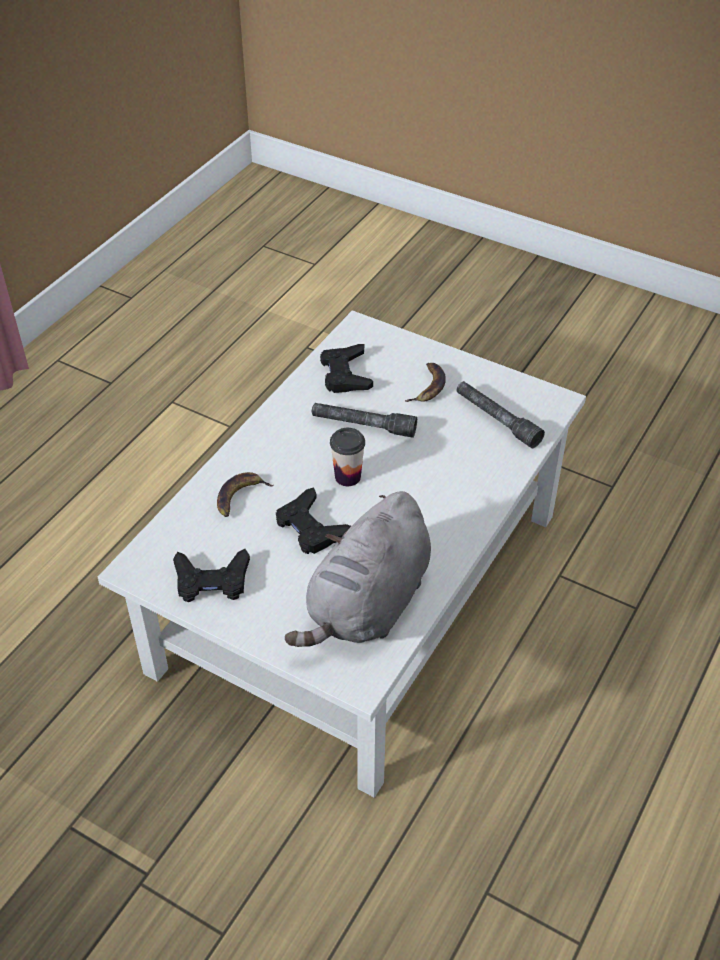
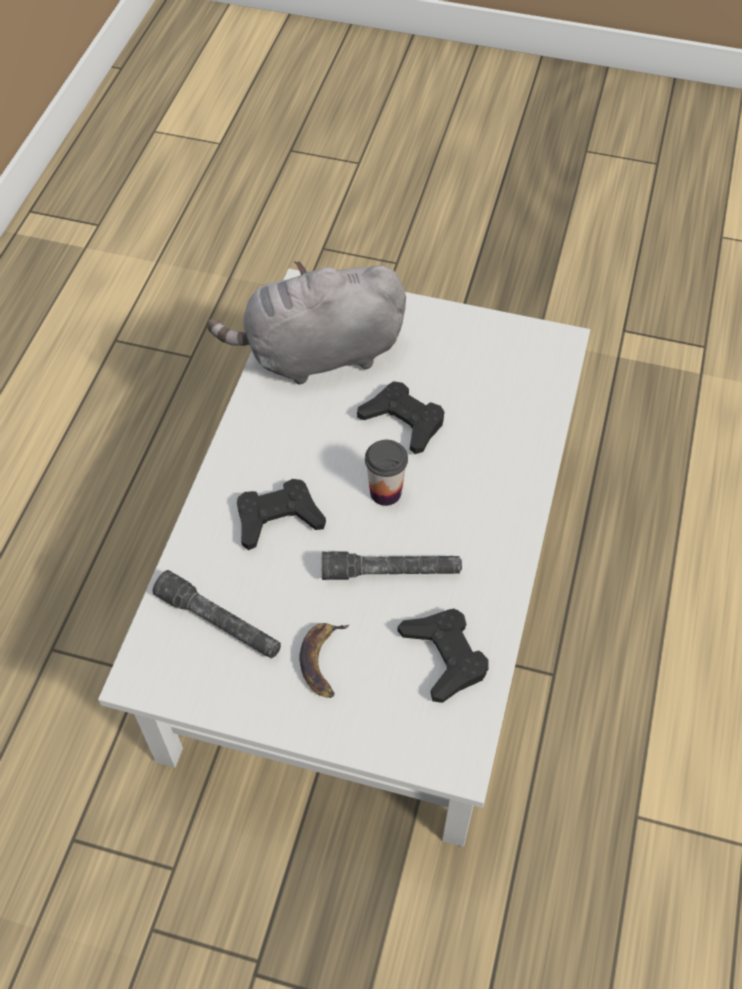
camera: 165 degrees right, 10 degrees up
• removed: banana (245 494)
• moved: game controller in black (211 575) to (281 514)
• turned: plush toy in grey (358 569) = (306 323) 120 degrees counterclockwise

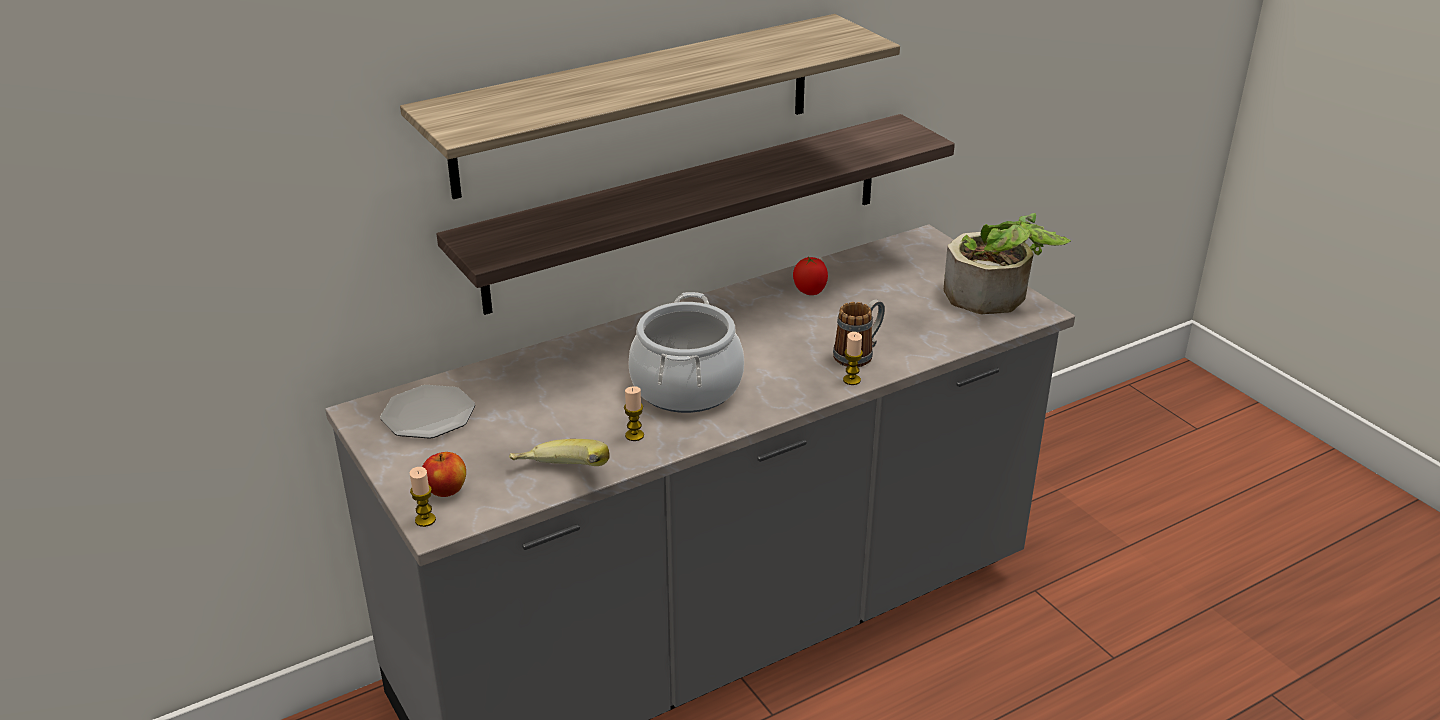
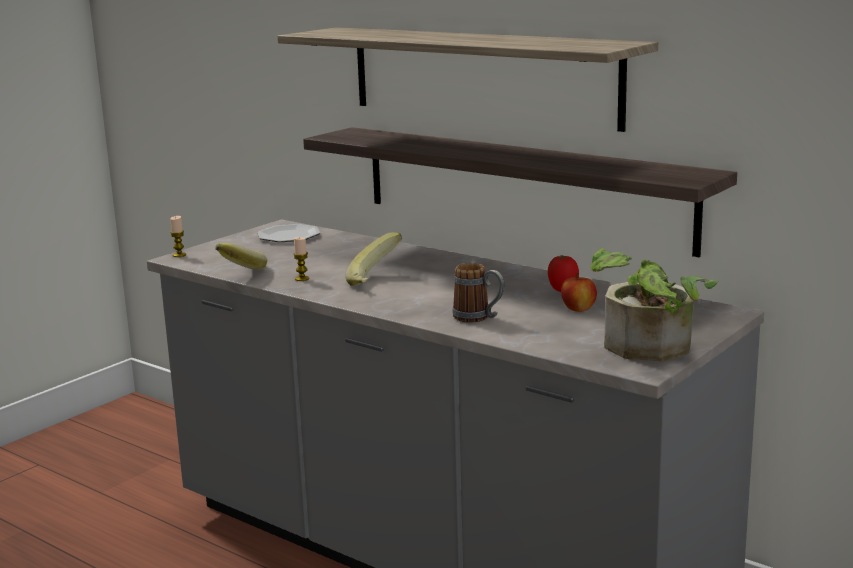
camera: 70 degrees right, 15 degrees down
• removed: candle (853 358)
• moved: apple (444 474) to (579 292)
• replaced: cooking pot (686 352) to banana (374 259)

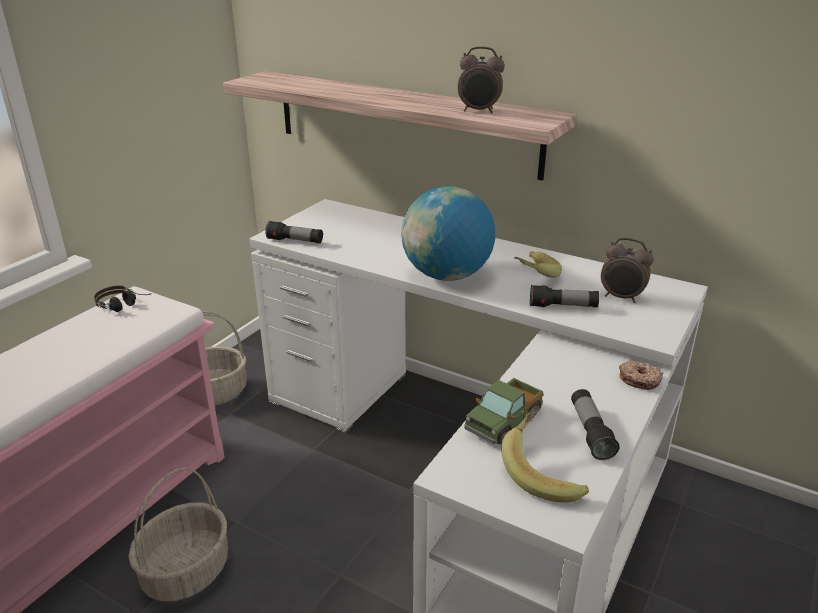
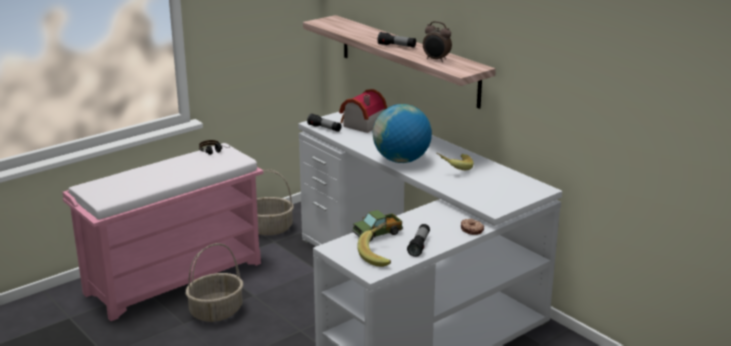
camera: 20 degrees right, 5 degrees down
• removed: alarm clock (627 270)
• added: toy house (363 111)
• moved: flashlight (564 296) to (396 40)

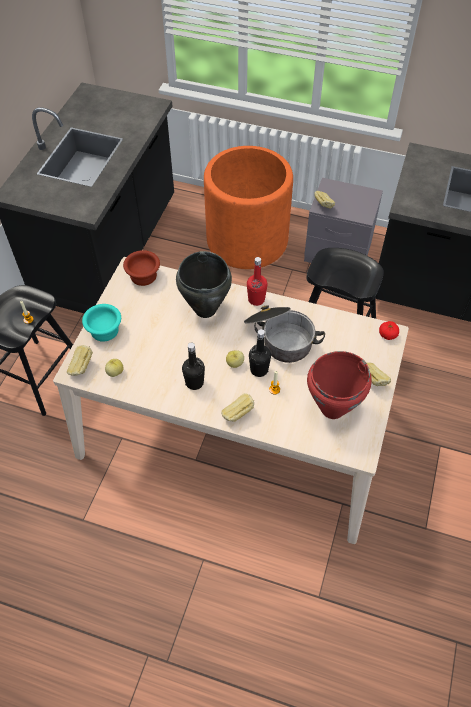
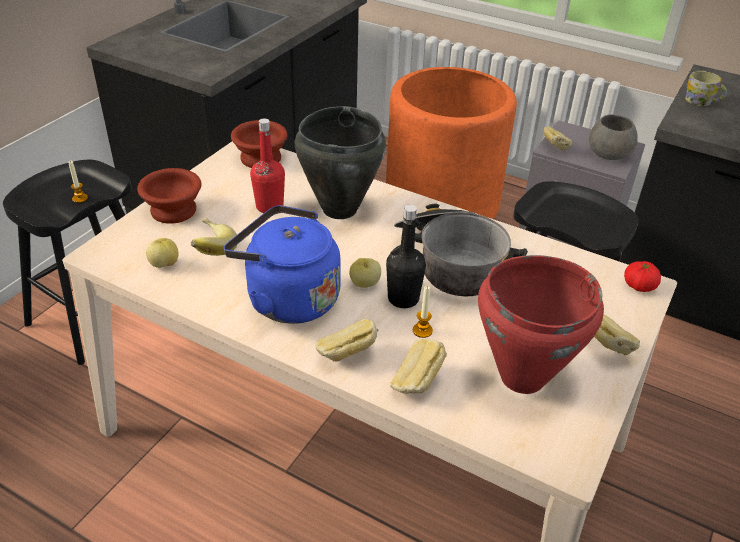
camera: 10 degrees right, 15 degrees down
• added: banana (214 237)
• added: bowl in grey (613 137)
• added: mug (706 88)
• moved: bread (80 360) to (418 367)
• moved: bottle in red (257 281) to (267 166)
• replaced: bottle in black (193 366) to kettle in blue (282 264)
• recoloured: bowl in turquoise (101 323) to bowl in brown (169 196)

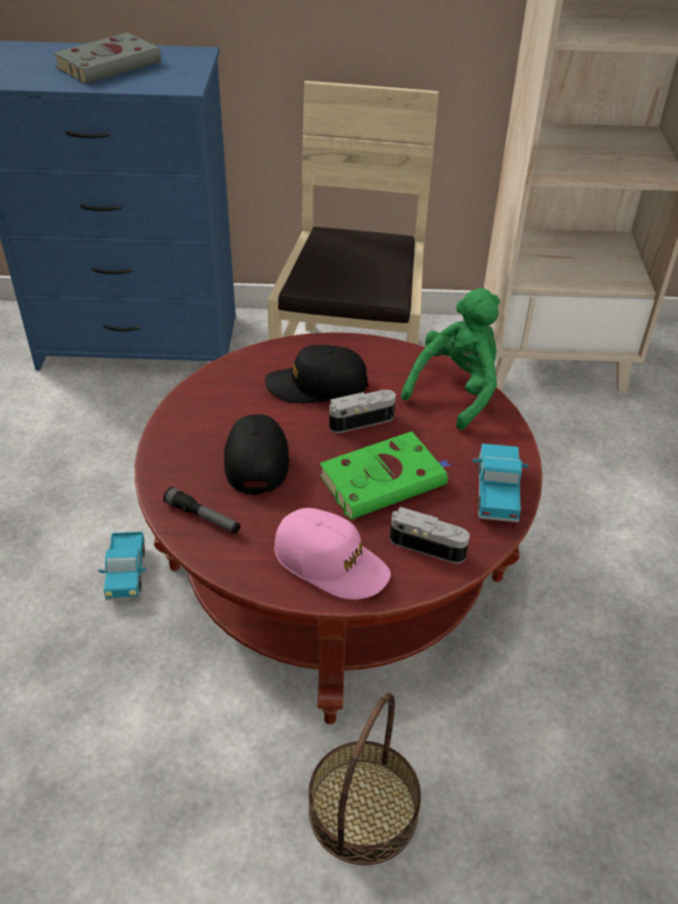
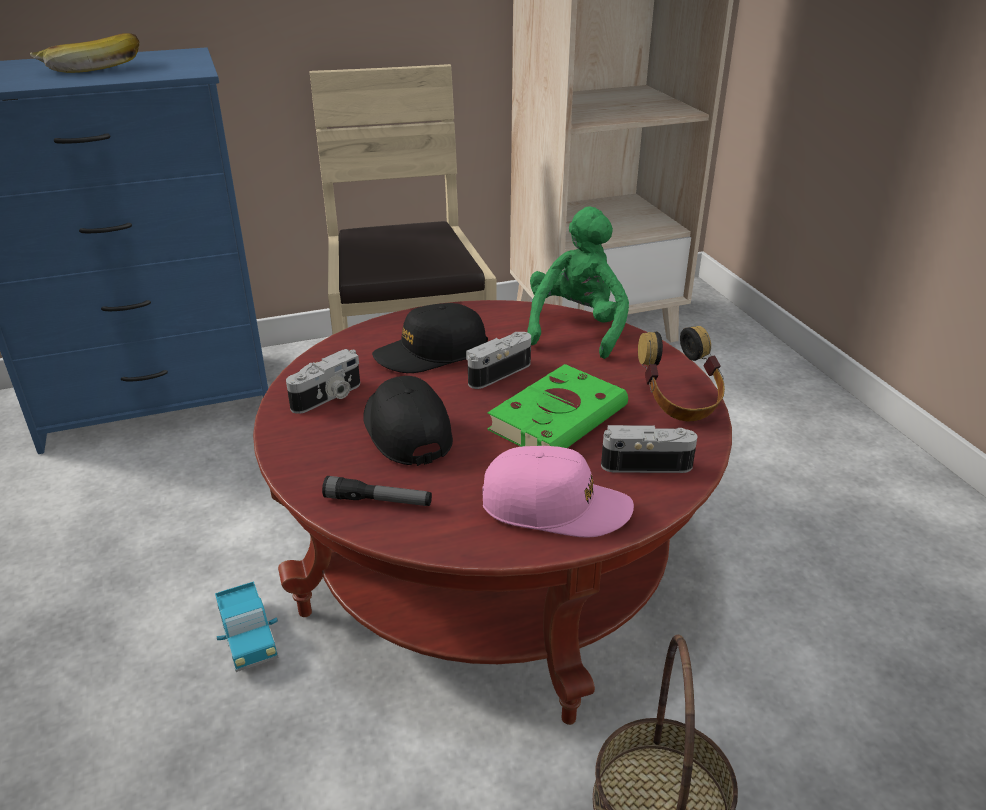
camera: 20 degrees left, 10 degrees down
• added: photo camera (323 381)
• replaced: book in grey (109 58) to banana (84 53)
• replaced: toy truck (501 483) to headphones (681 373)

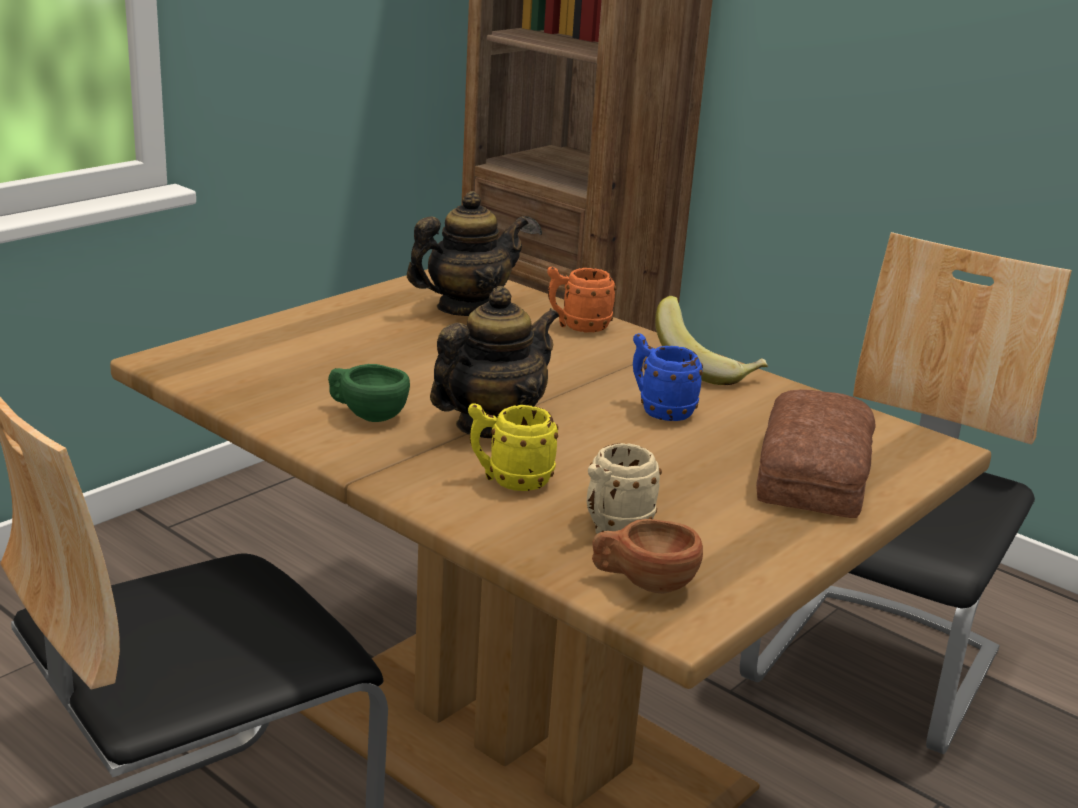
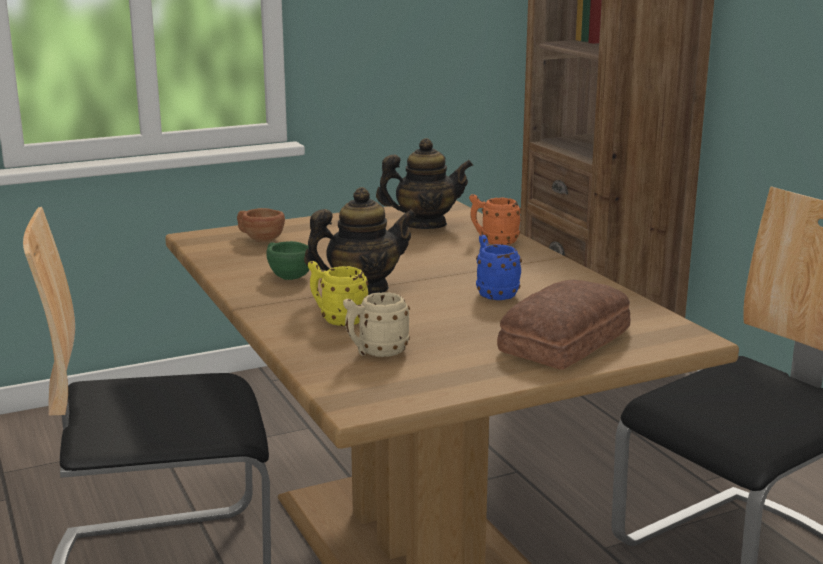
camera: 25 degrees right, 5 degrees down
• removed: banana (711 340)
• moved: cup in brown (647 556) to (261 225)

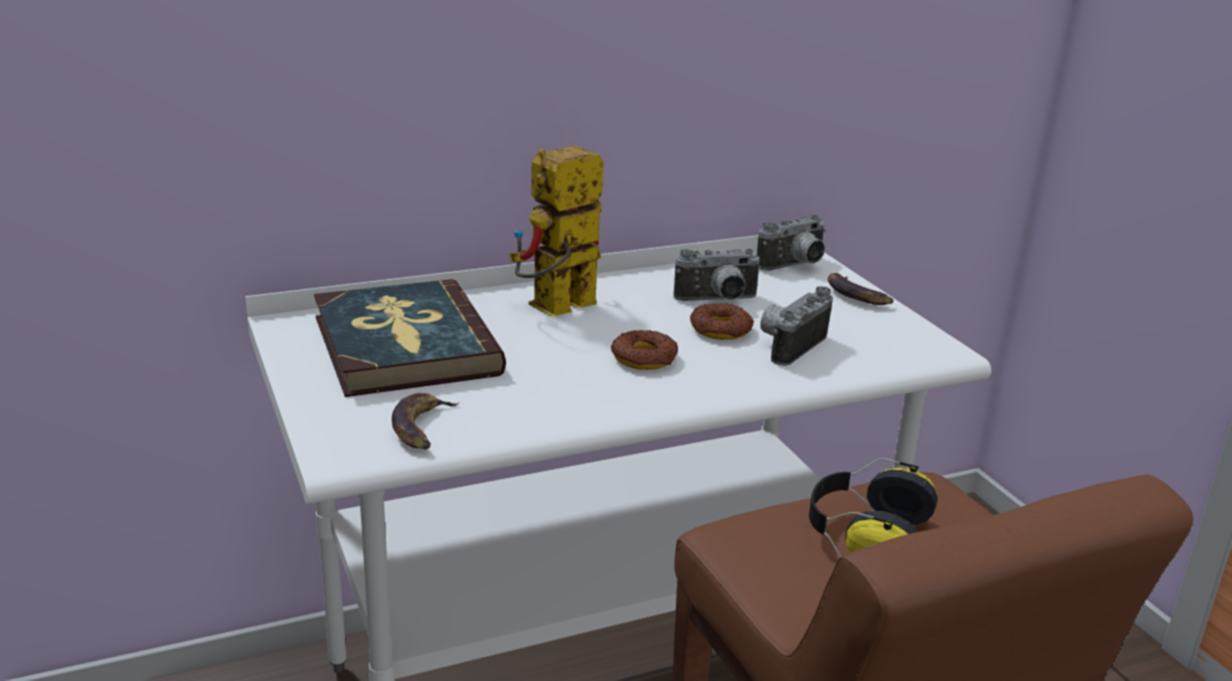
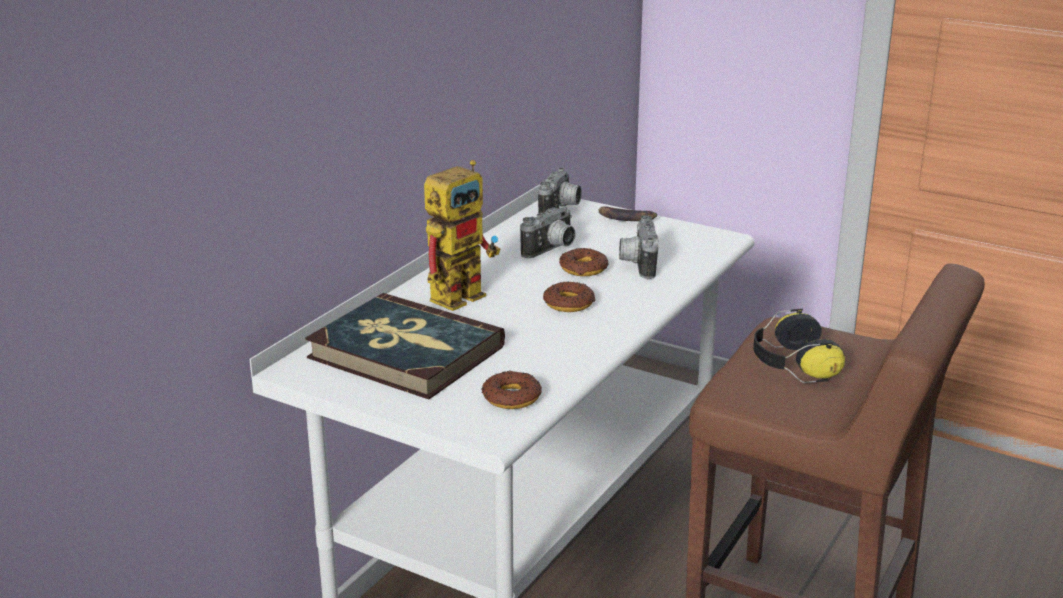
camera: 35 degrees left, 0 degrees up
• replaced: banana (425 421) to donut (511 390)
• turned: toy robot (557 231) = (462 235) 150 degrees counterclockwise

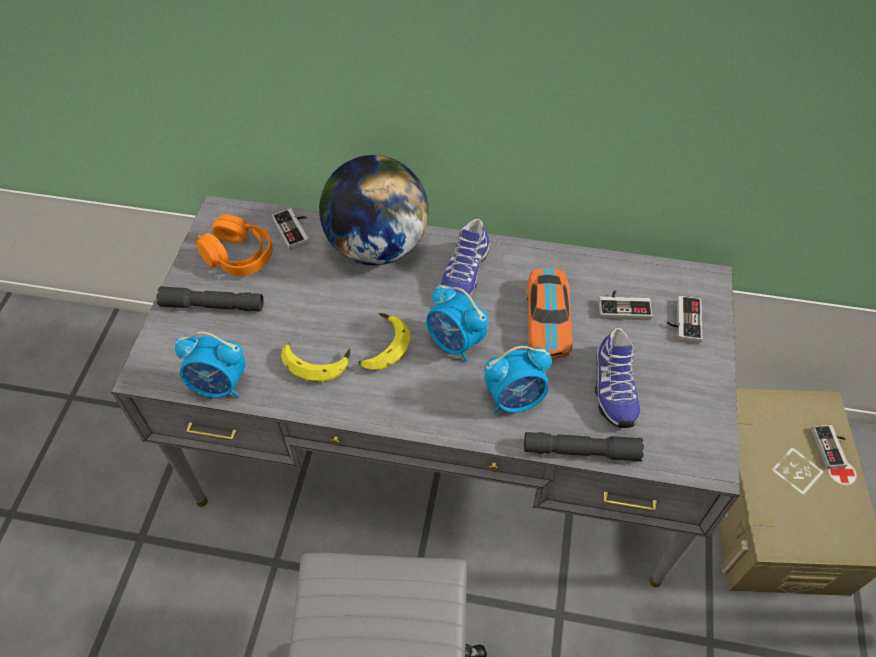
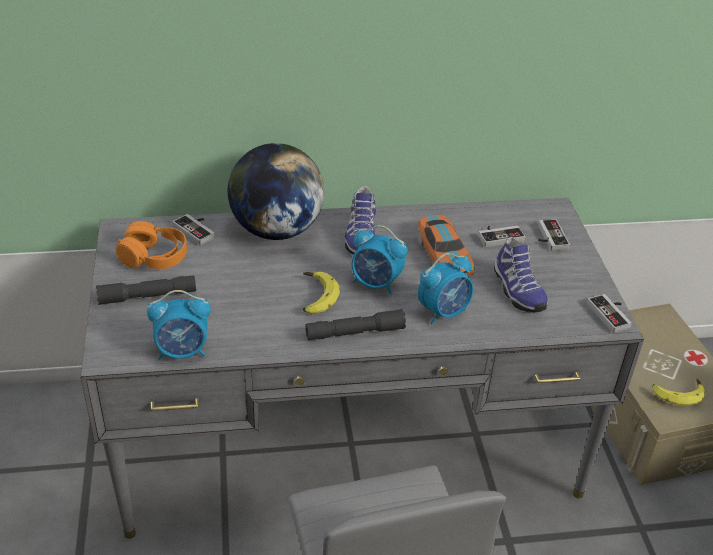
camera: 20 degrees left, 15 degrees down
• moved: banana (316 362) to (678 392)
• moved: flashlight in grey (584 447) to (355 324)
• moved: game controller (829 447) to (609 313)

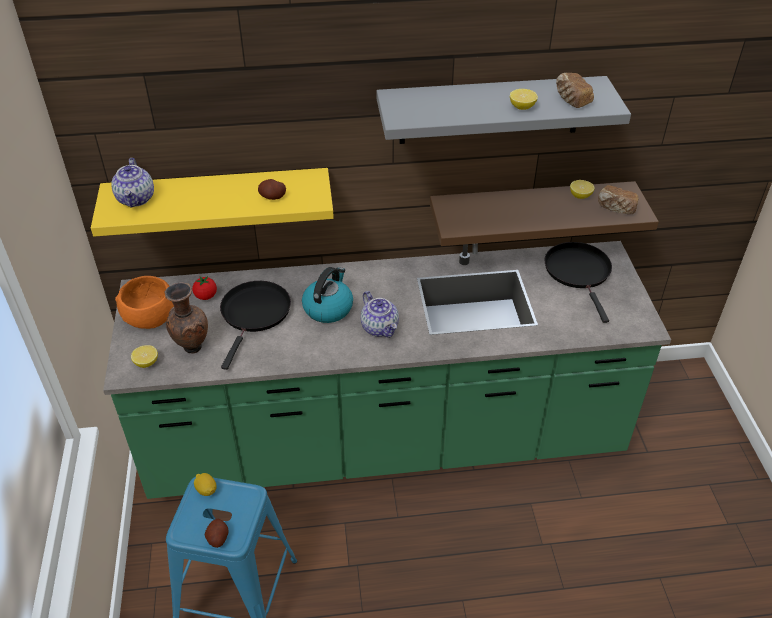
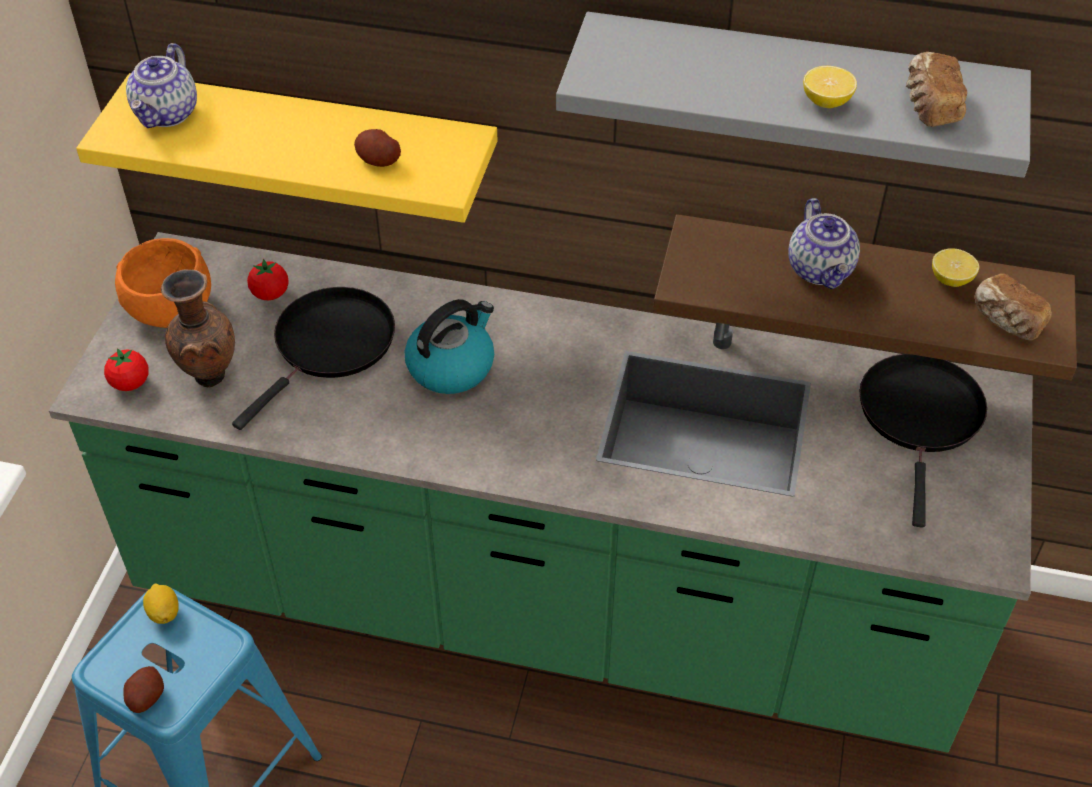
camera: 20 degrees right, 5 degrees up
• moved: teapot (380 314) to (824 243)
• replaced: lemon (144 356) to tomato (126 369)

